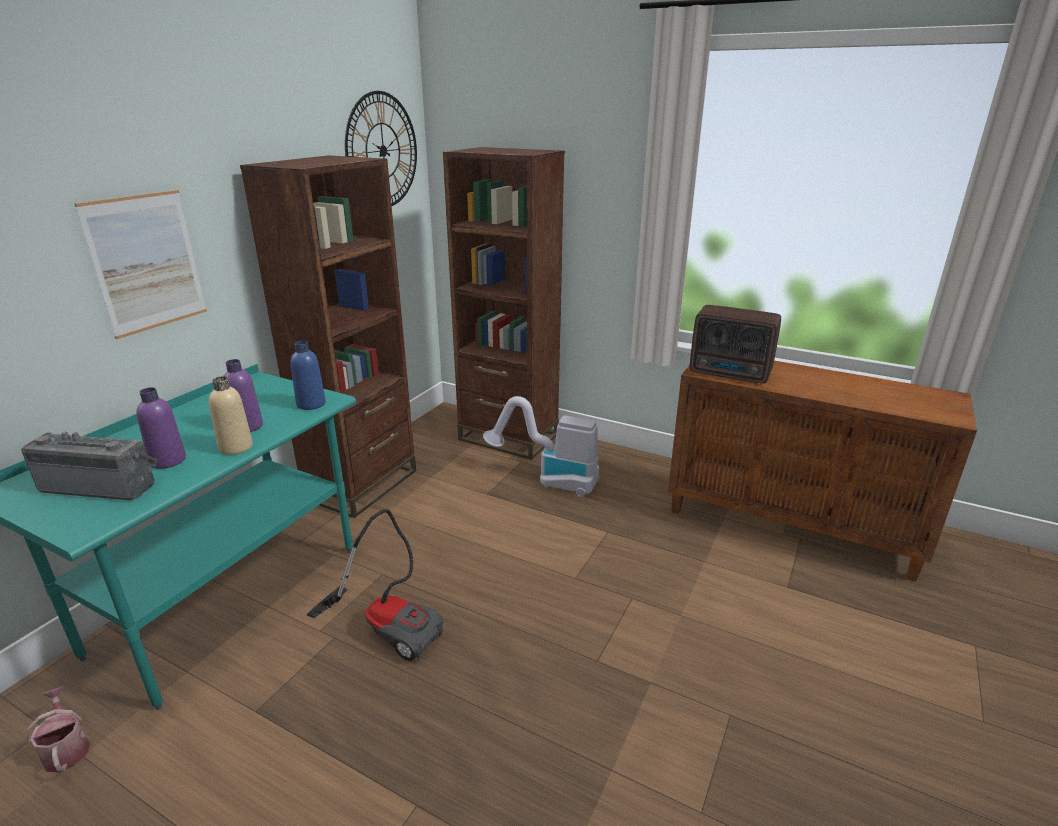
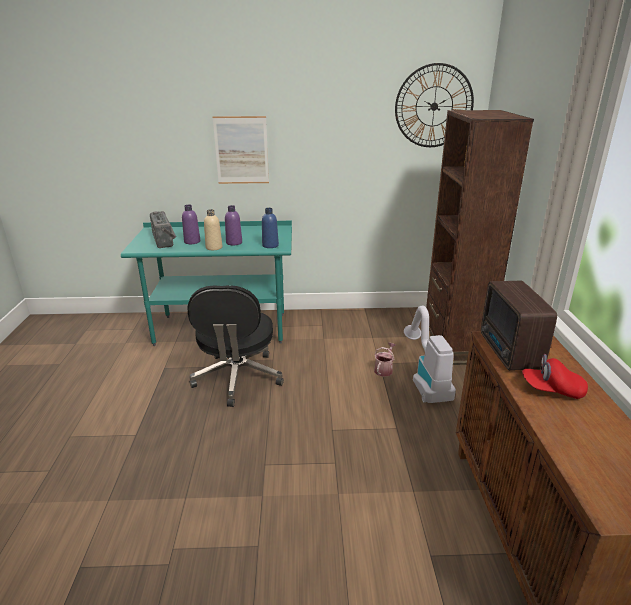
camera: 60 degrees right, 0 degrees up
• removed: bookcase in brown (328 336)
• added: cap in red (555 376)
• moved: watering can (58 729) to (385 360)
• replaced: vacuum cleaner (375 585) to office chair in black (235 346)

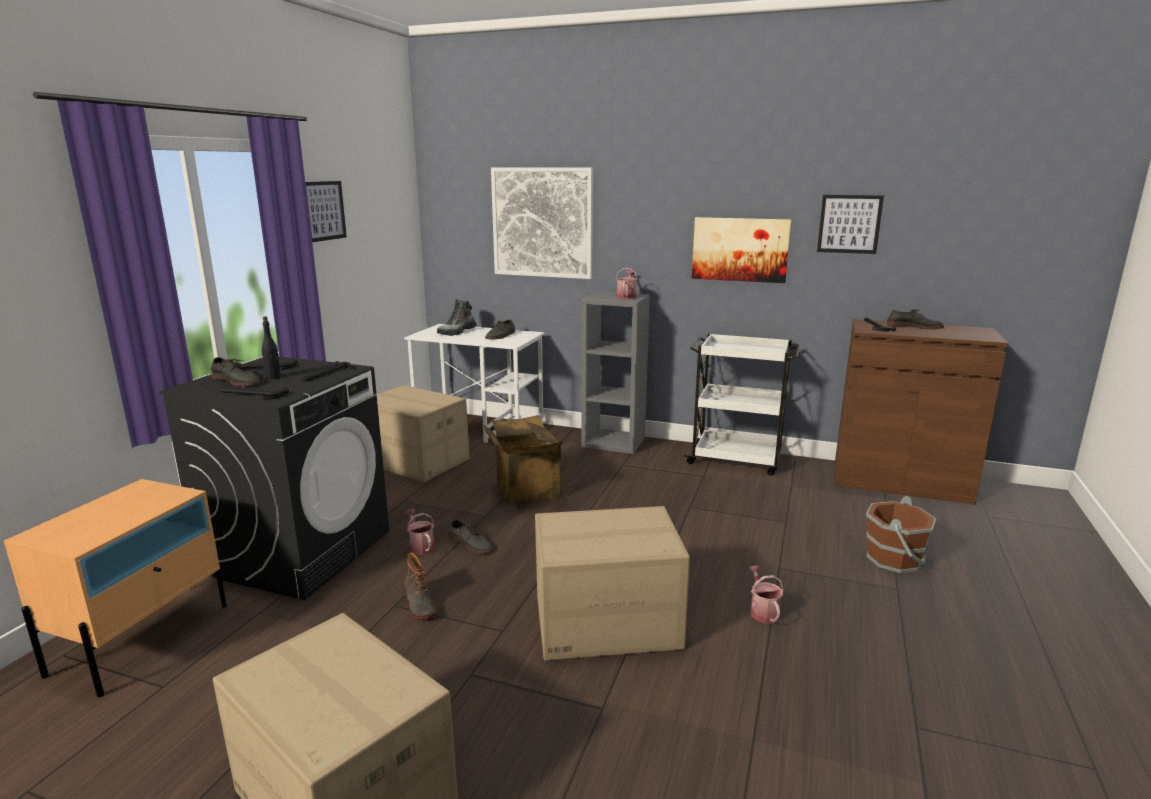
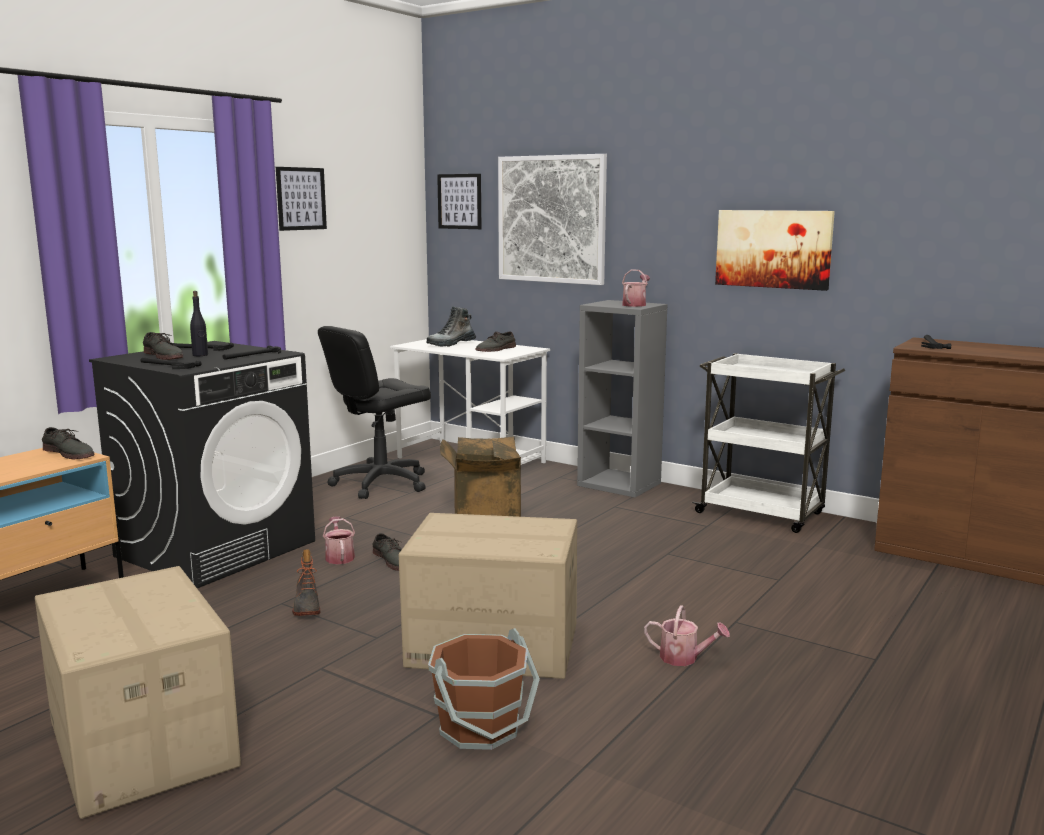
camera: 15 degrees right, 5 degrees down
• moved: picture (850 224) to (459 201)
• moved: bucket in brown (901 534) to (484 689)
• moved: shoe in grey (915 319) to (68 443)
• replaced: cardboard box (422 433) to office chair in black (374 412)
• turned: watering can (766 595) = (687 635) 105 degrees clockwise

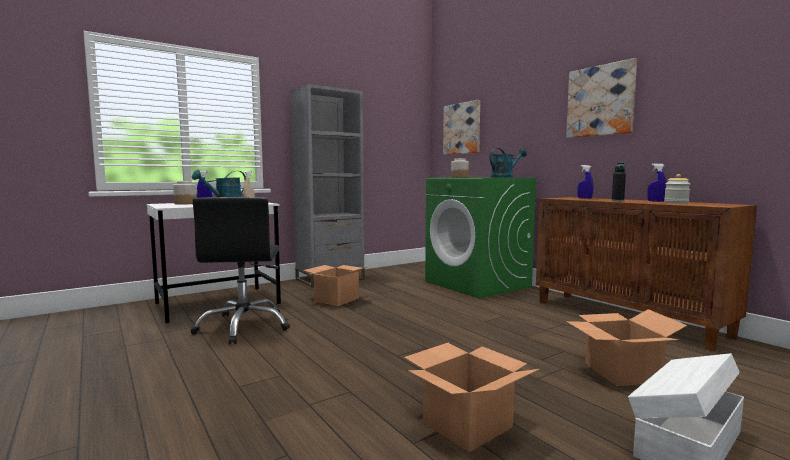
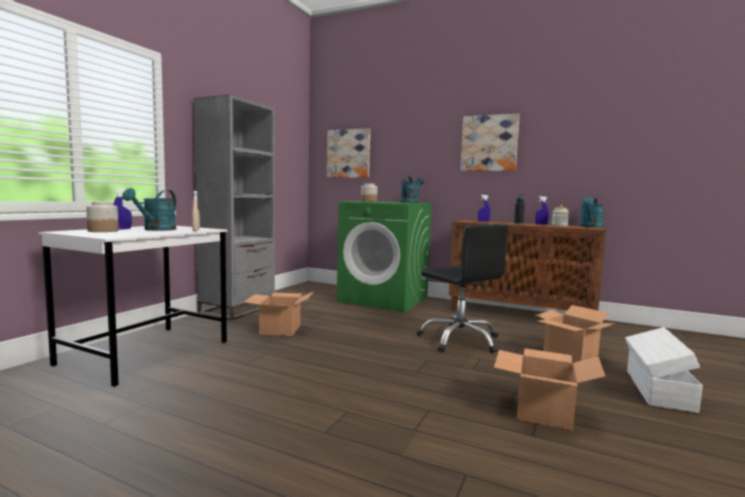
camera: 30 degrees left, 0 degrees up
• added: watering can in turquoise (592 212)
• moved: office chair in black (240 270) to (463 288)

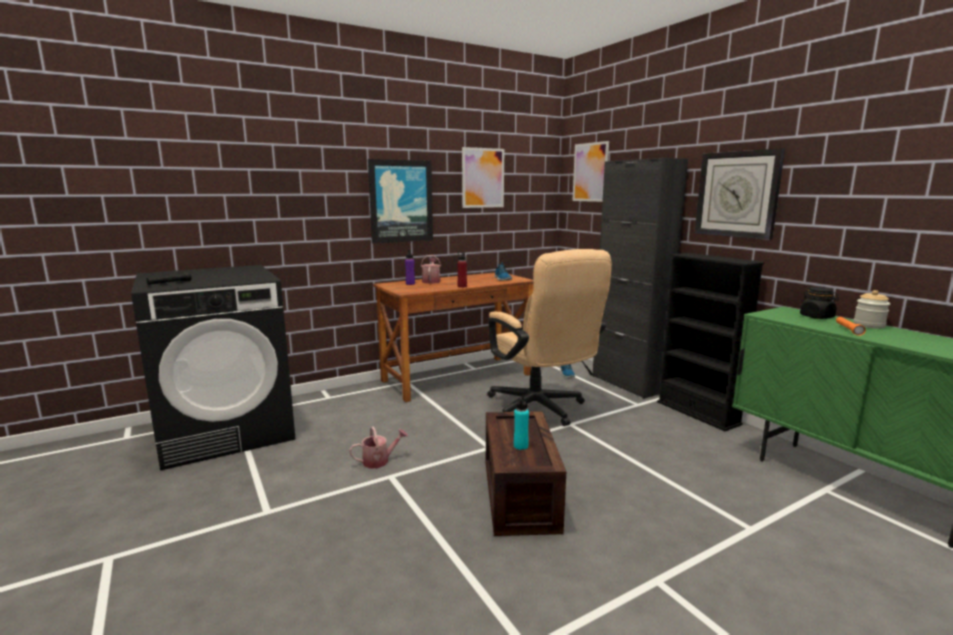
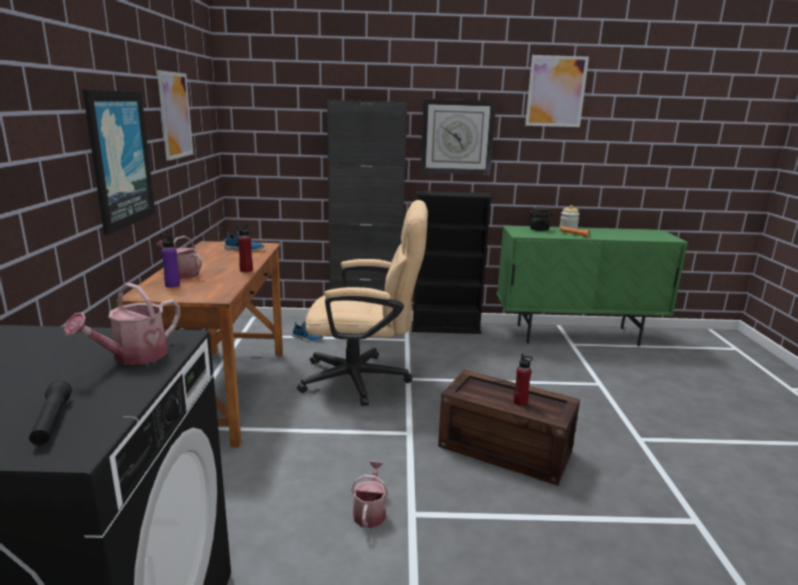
camera: 60 degrees left, 5 degrees up
• added: watering can (121 324)
• moved: picture (590 171) to (557 91)
• recoloured: bottle in turquoise (521 422) to bottle in red (522 380)

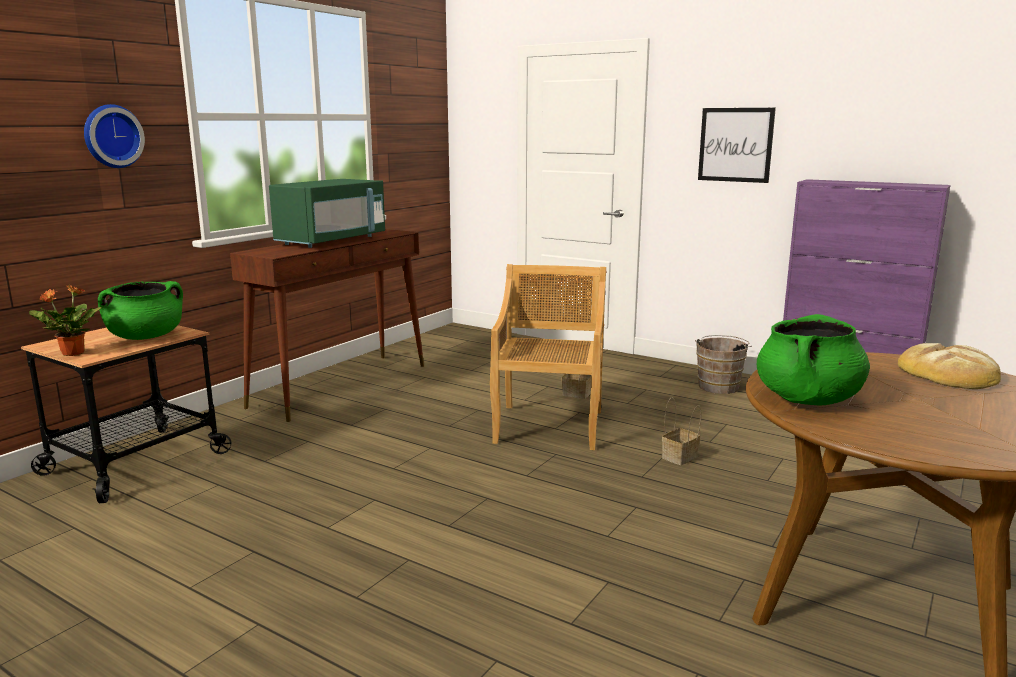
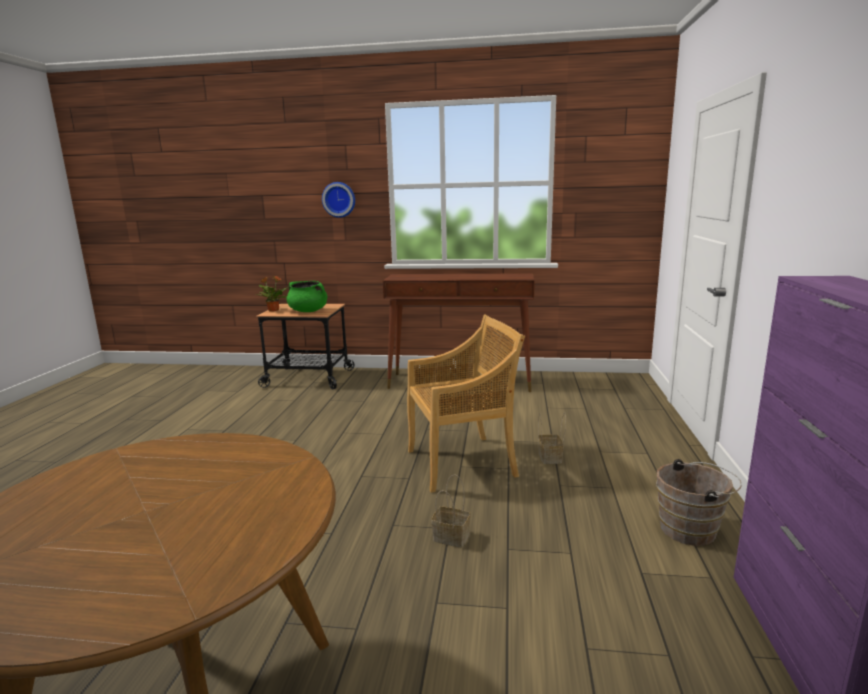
camera: 65 degrees right, 0 degrees up
• removed: microwave in green (327 213)
• removed: picture (737 145)
• removed: cooking pot in green (813 360)
• removed: bread (949 366)

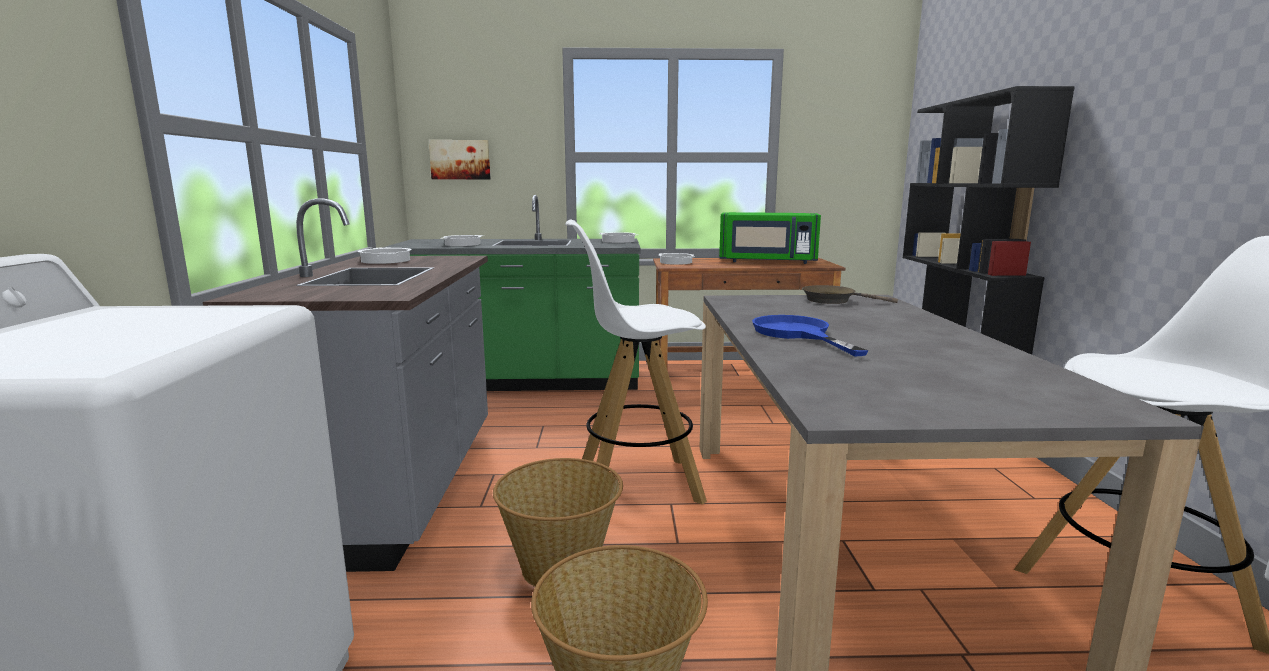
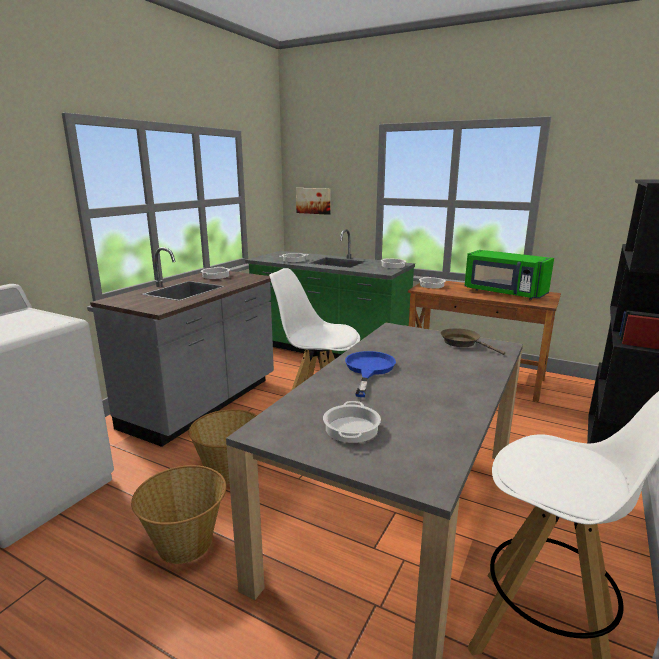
camera: 30 degrees right, 5 degrees up
• added: cooking pot (352 422)

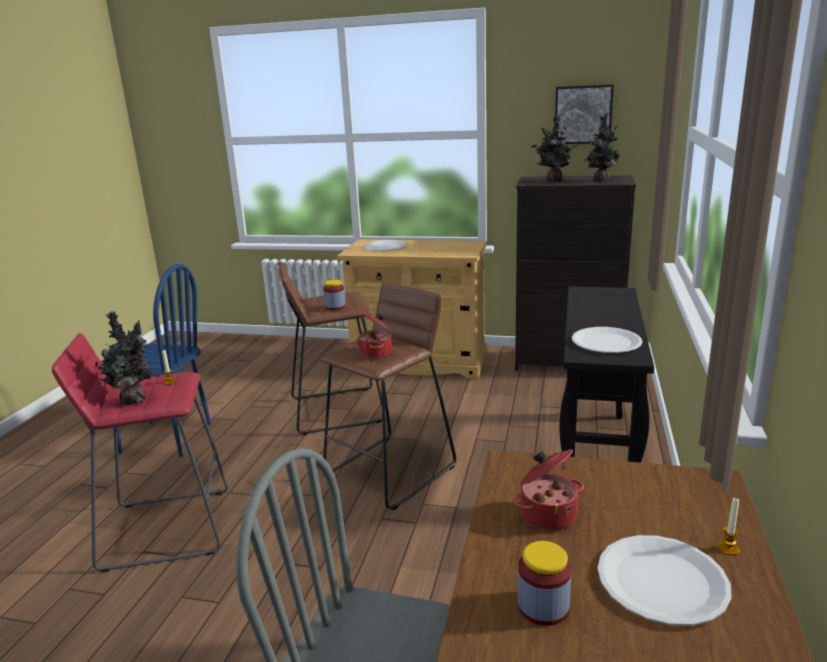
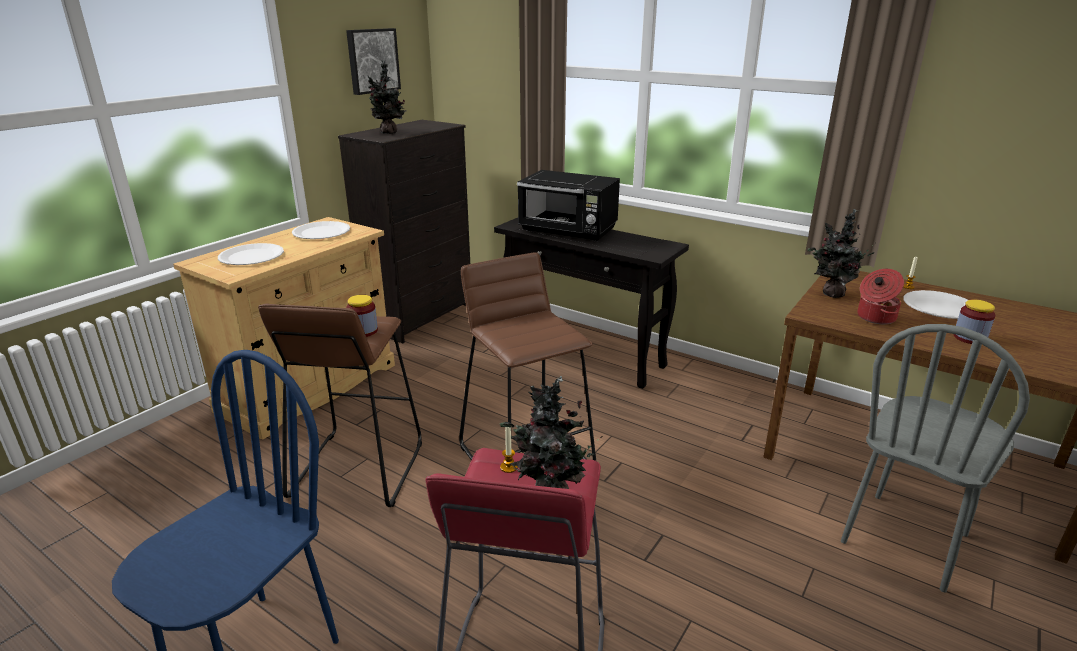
camera: 70 degrees left, 5 degrees up
• removed: cooking pot (374 336)
• added: microwave in black (568 205)
• moved: plate in white (607 340) to (321 230)
• moved: potted plant (602 147) to (841 253)

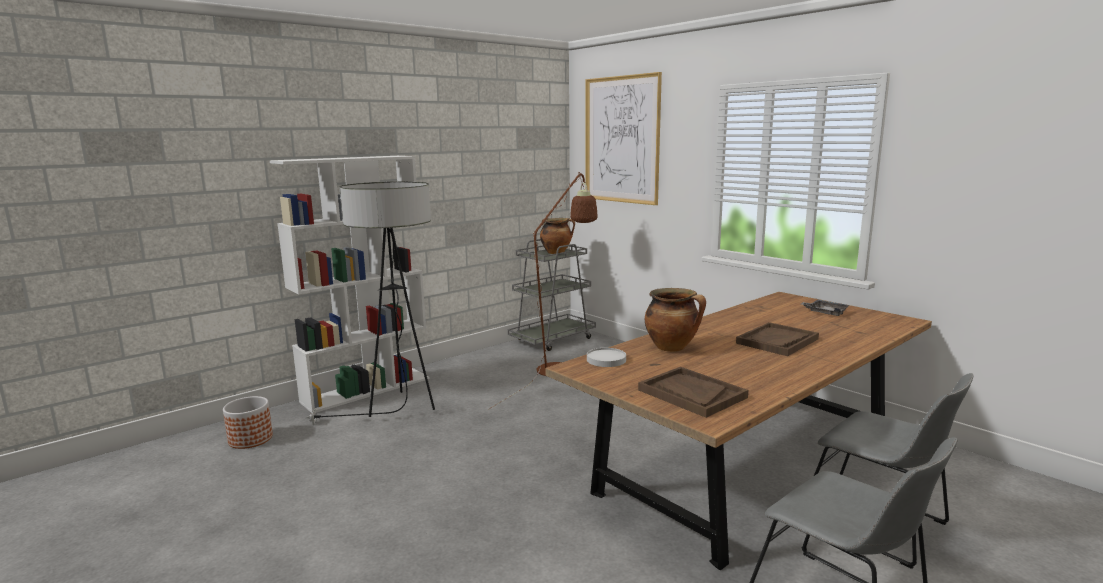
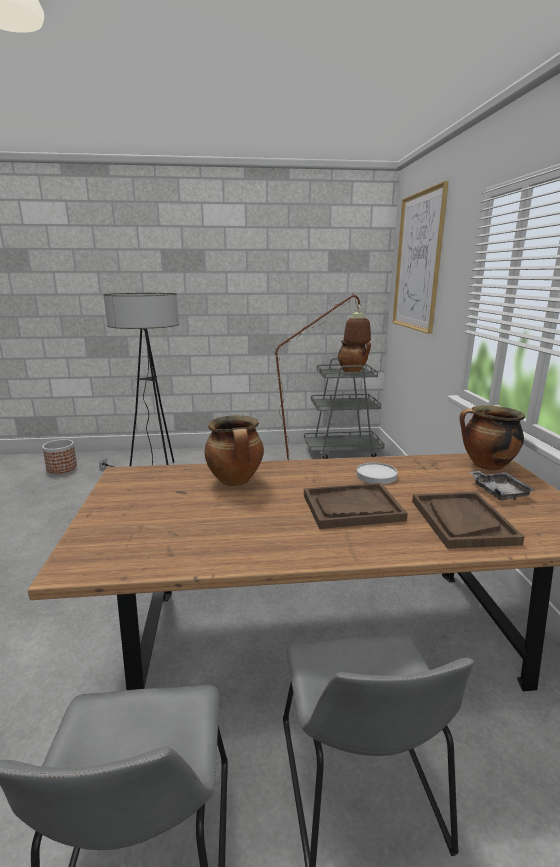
camera: 35 degrees right, 5 degrees up
• removed: bookcase in white (350 284)
• added: cooking pot (492 437)
• moved: plate in white (606 357) to (376 473)
• moved: tray in brown (693 392) to (468 520)

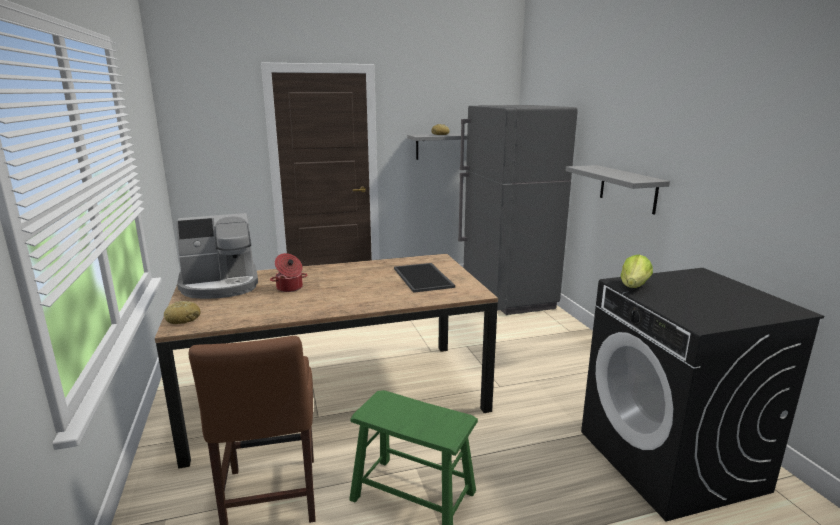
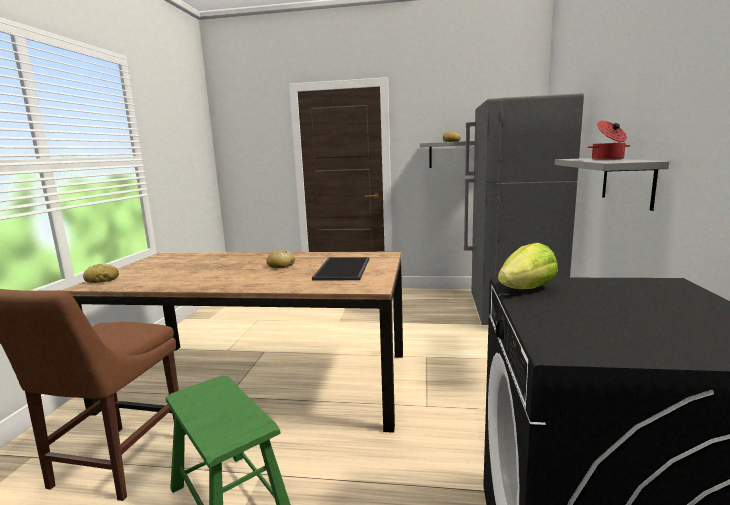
camera: 25 degrees right, 5 degrees down
• removed: coffee machine (217 256)
• added: bread (280 259)
• moved: cooking pot (288 272) to (609 140)

